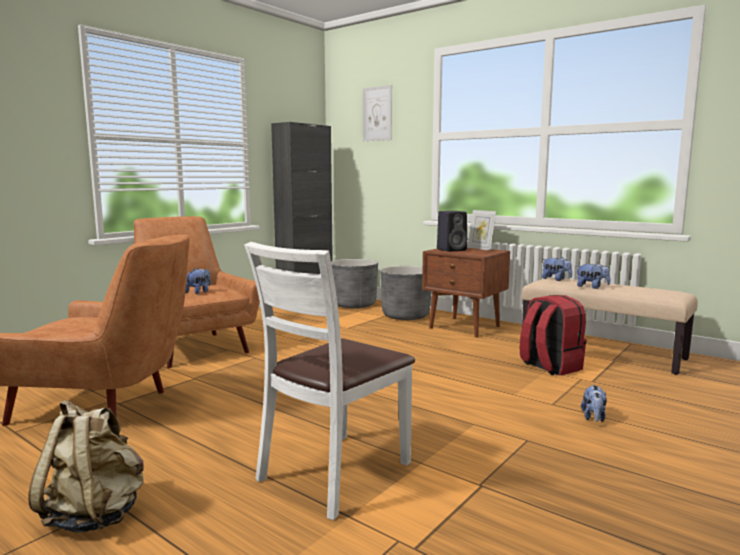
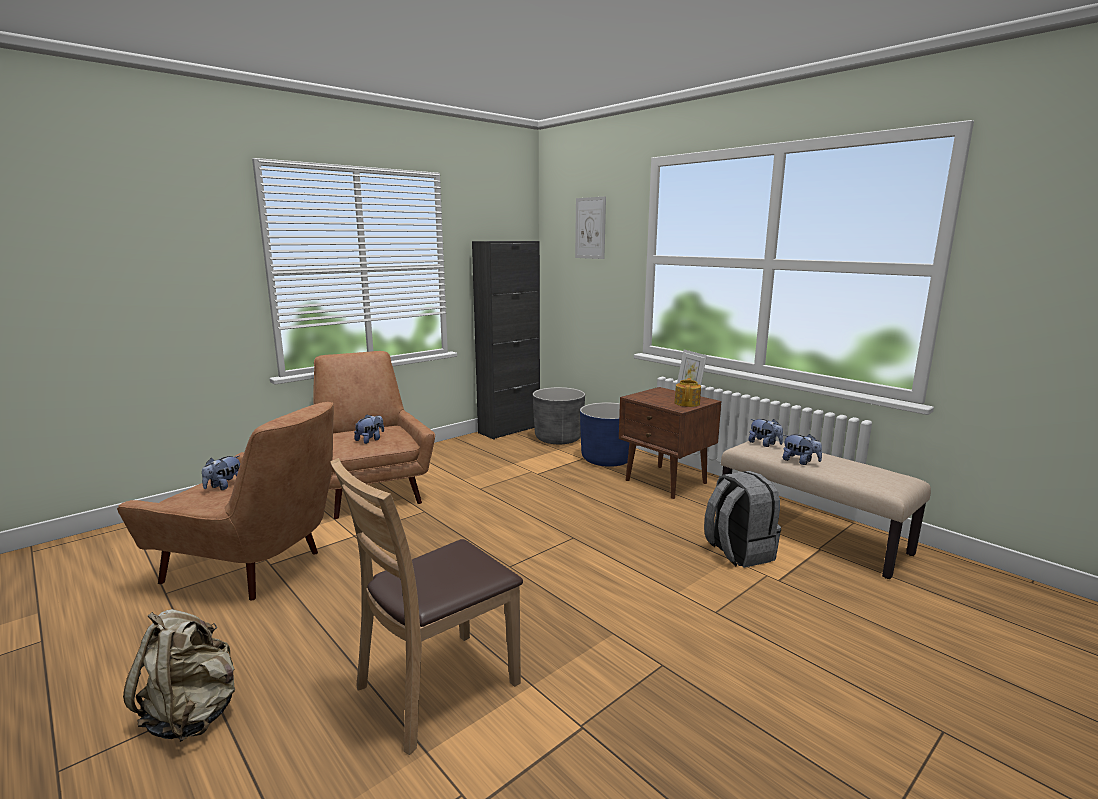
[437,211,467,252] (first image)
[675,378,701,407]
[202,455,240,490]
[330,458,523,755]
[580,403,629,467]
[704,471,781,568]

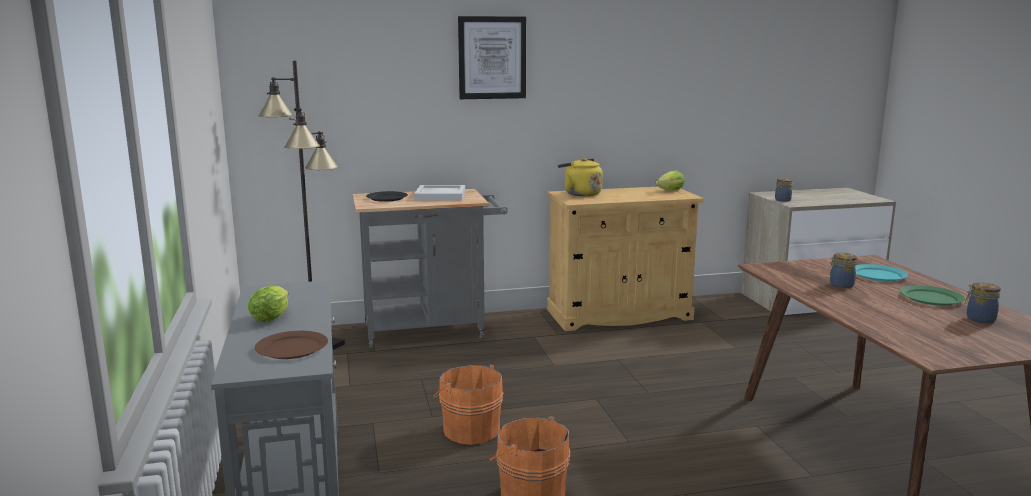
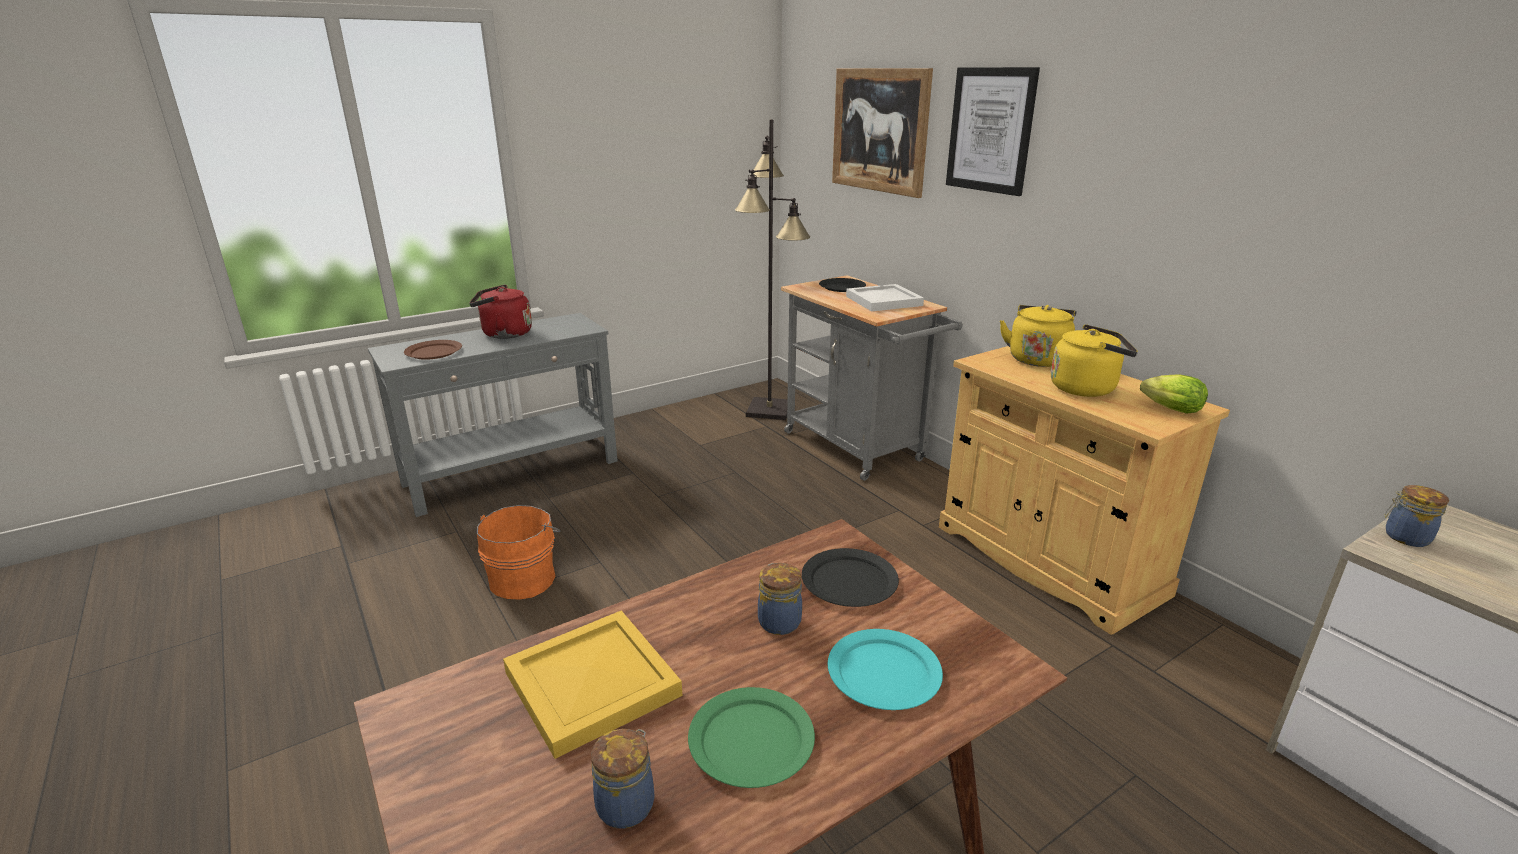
[433,364,504,445] (first image)
[503,610,682,759]
[802,548,899,607]
[832,68,933,198]
[1051,324,1138,397]
[469,284,532,339]

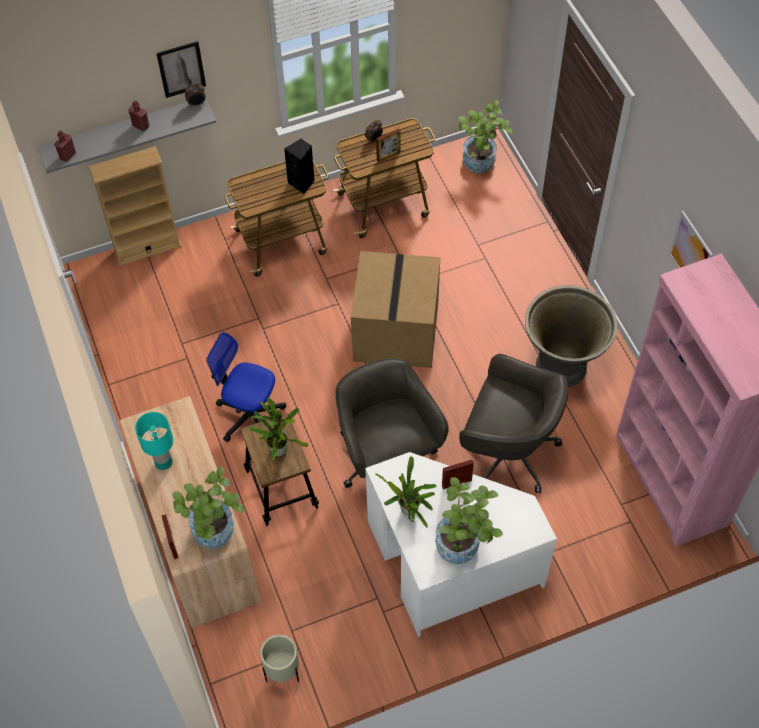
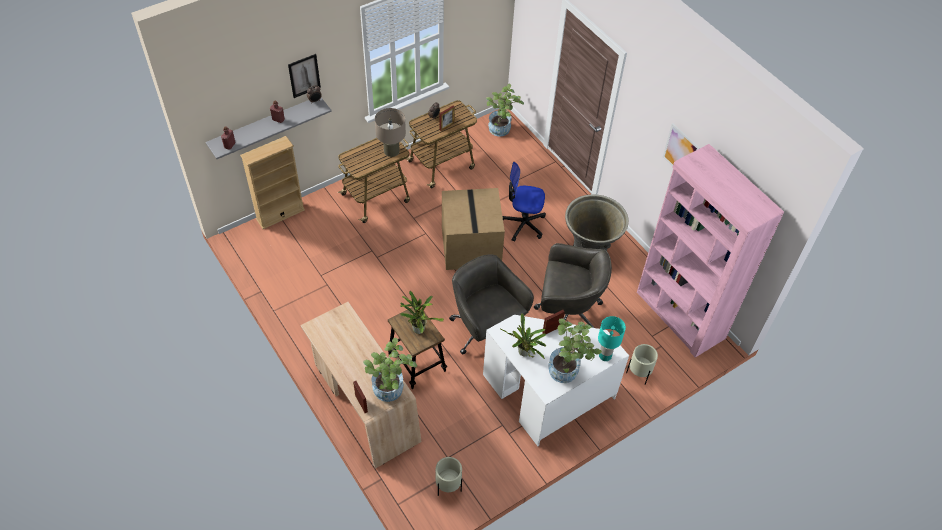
[626,344,658,385]
[598,316,626,361]
[502,162,546,242]
[375,108,406,157]

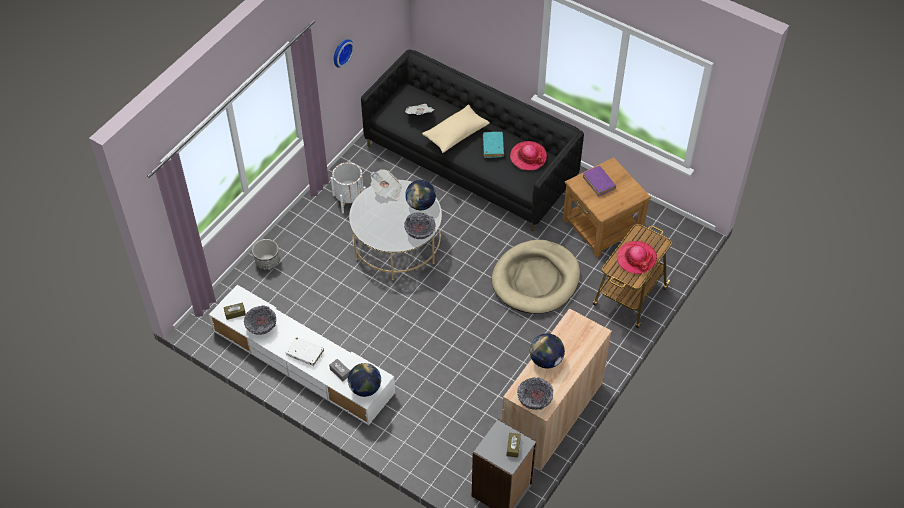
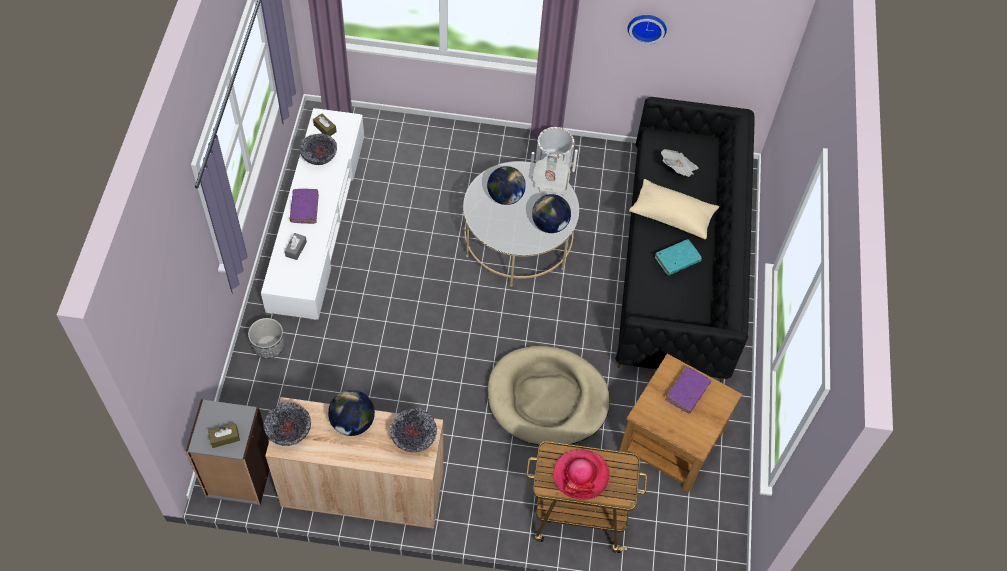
[510,141,547,170] (first image)
[248,318,284,359]
[487,166,526,205]
[390,408,437,452]
[290,189,319,224]

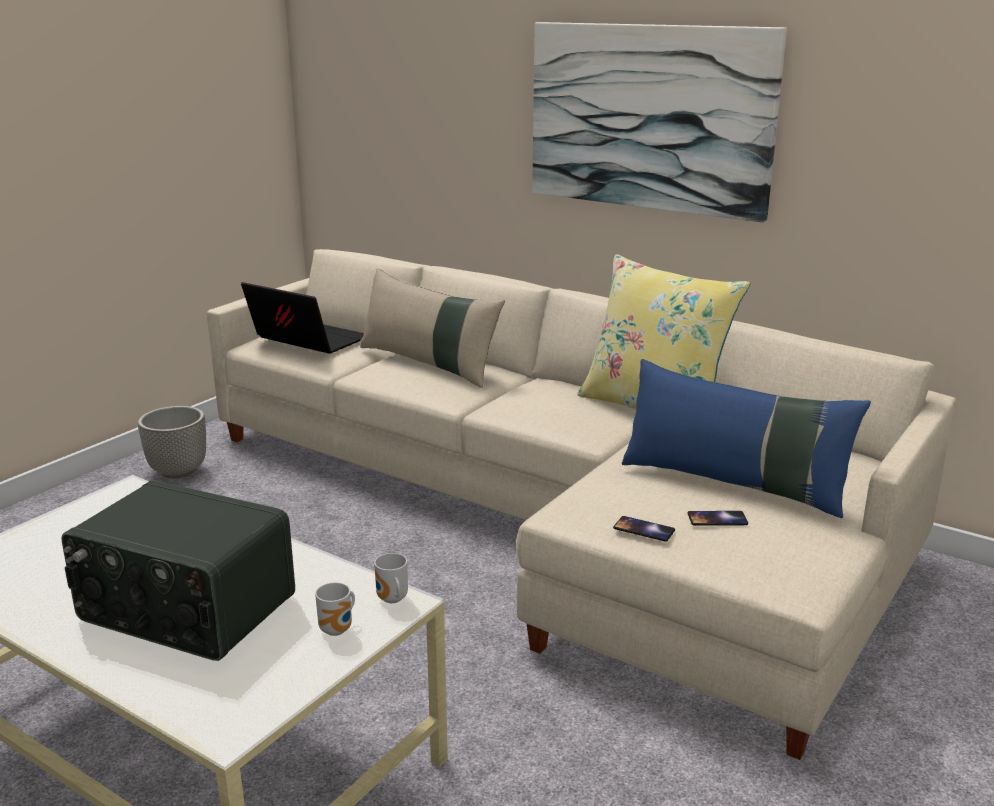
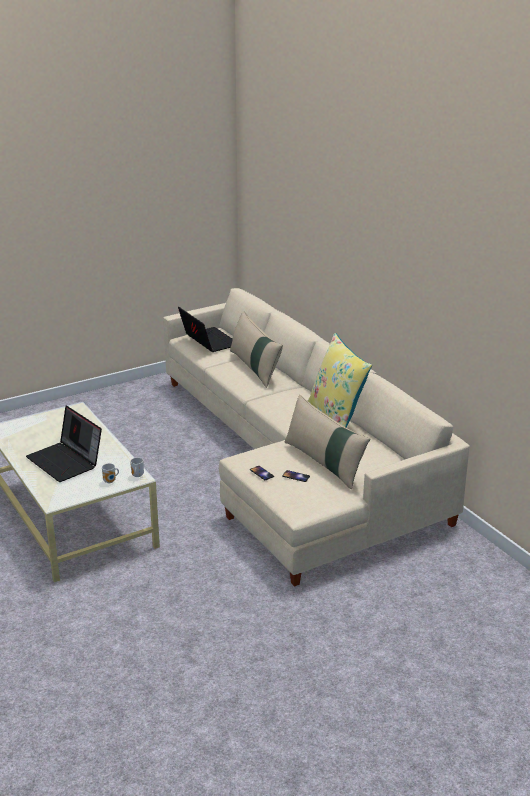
[138,406,206,479] (first image)
[532,22,787,222] (first image)
[26,406,102,482]
[285,395,370,489]

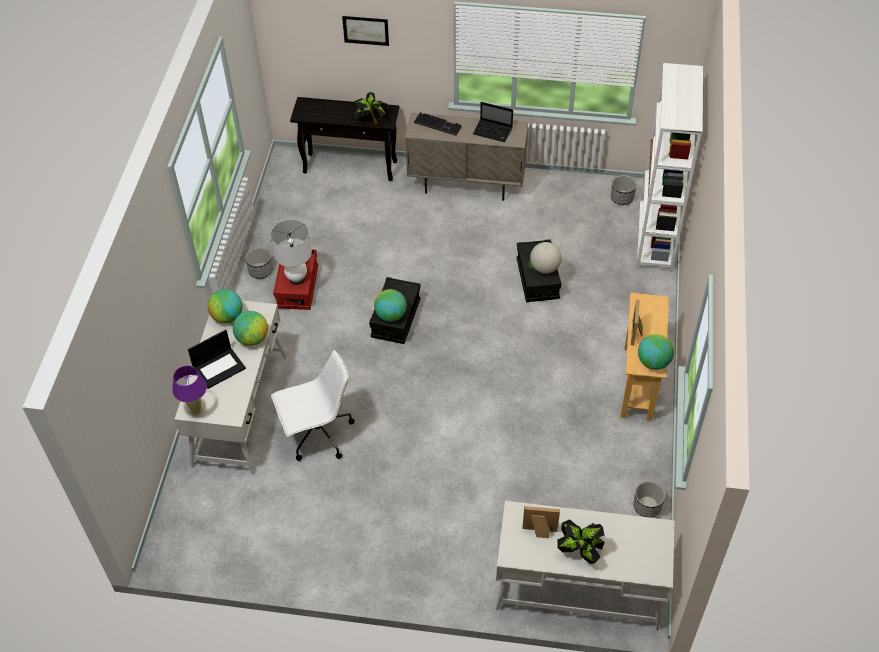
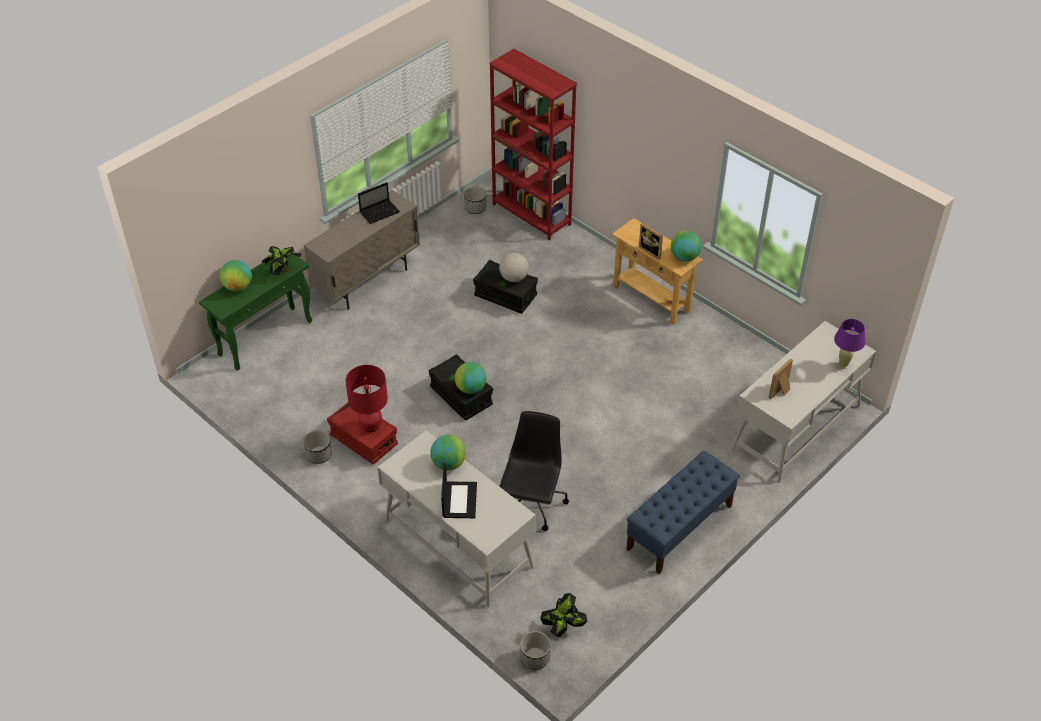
[342,16,389,46] (first image)
[414,112,462,136] (first image)
[626,451,740,574]
[834,319,865,369]
[220,260,252,292]
[540,593,588,637]
[520,631,551,670]
[345,365,388,432]
[499,411,569,531]
[199,254,312,371]
[489,49,577,240]

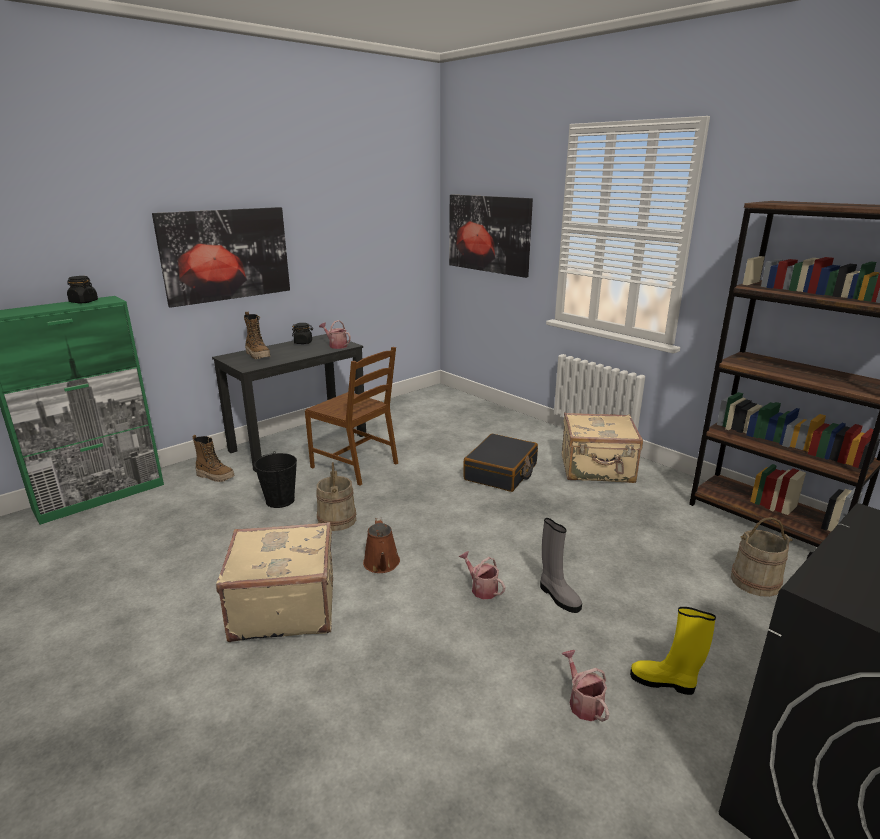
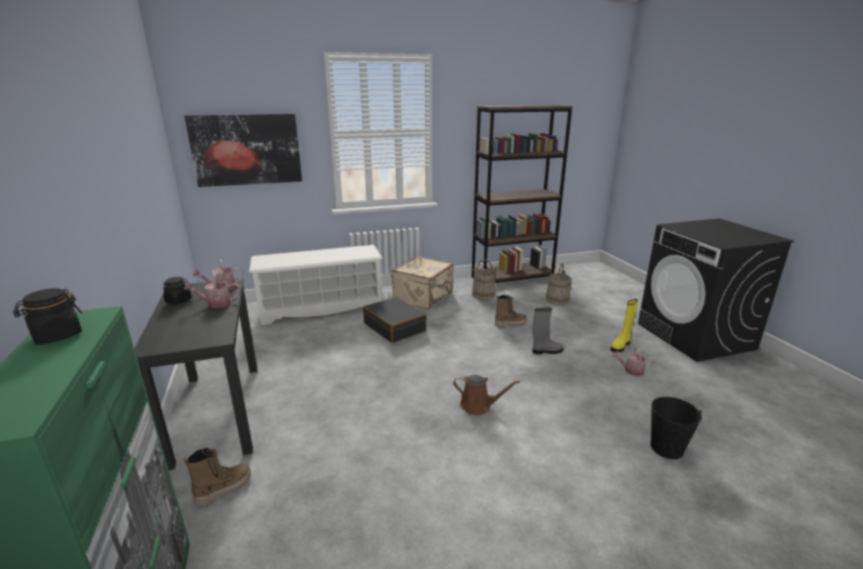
[152,207,290,308] (first image)
[216,522,333,642] (first image)
[305,347,398,485] (first image)
[249,245,383,325]
[495,295,527,327]
[650,397,702,459]
[472,259,497,300]
[184,273,240,308]

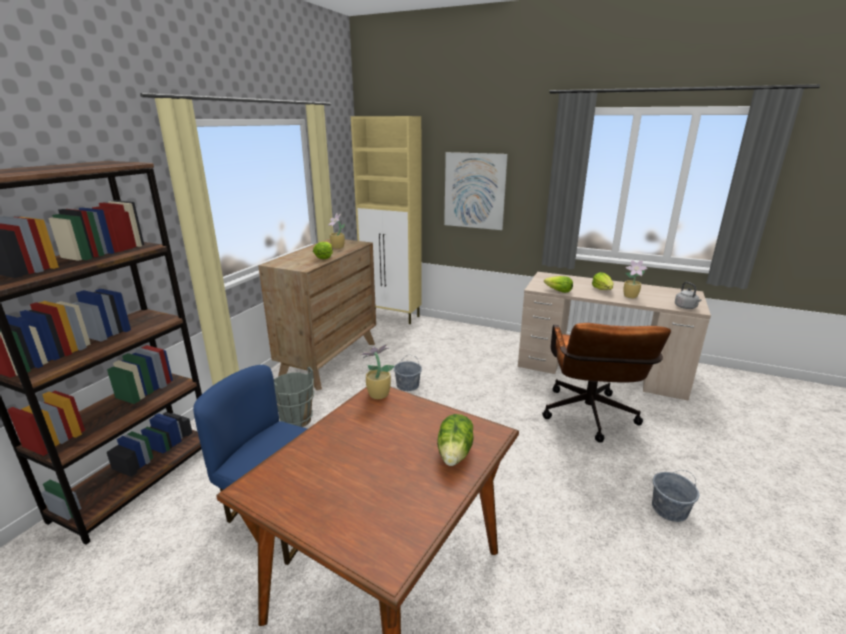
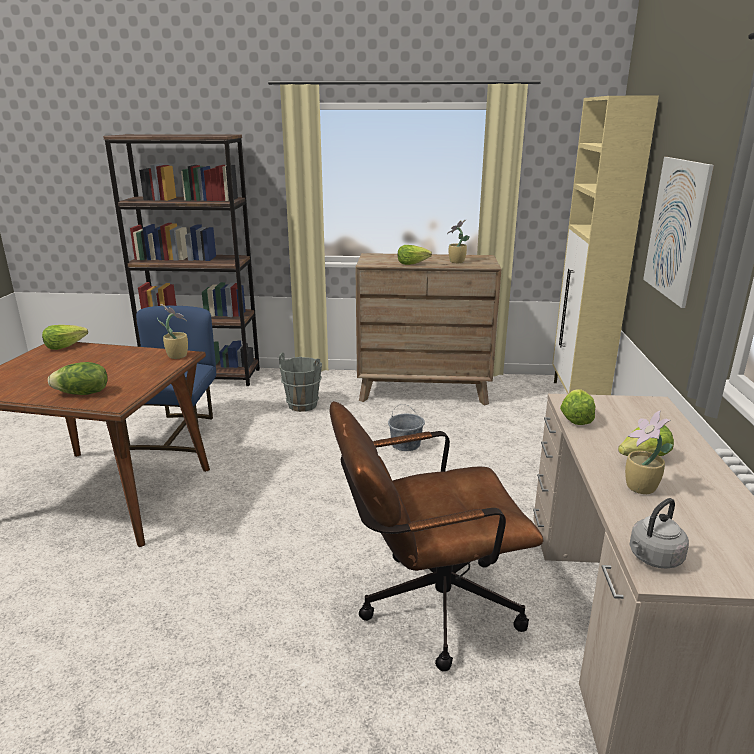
[652,470,699,522] (first image)
[42,325,88,350]

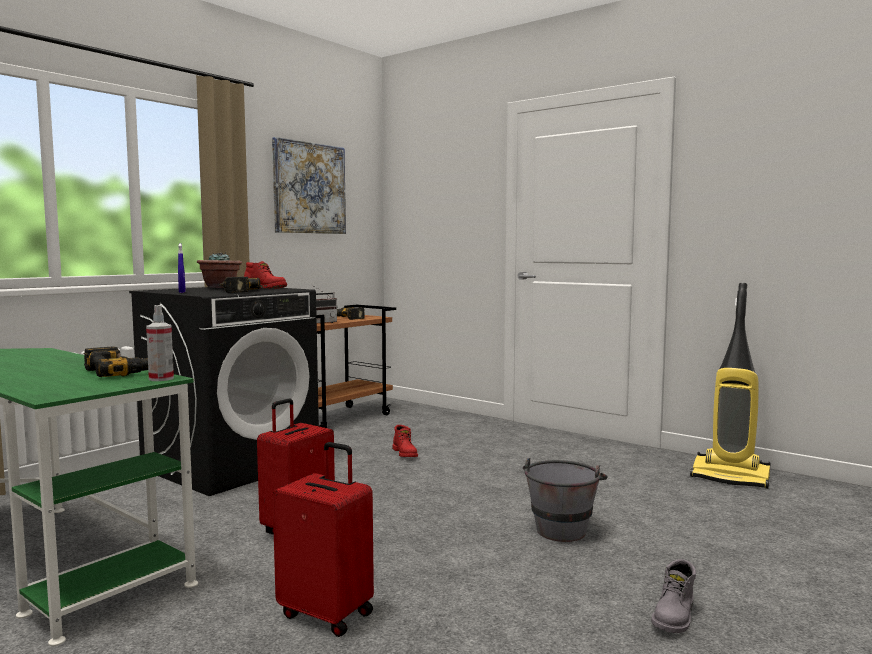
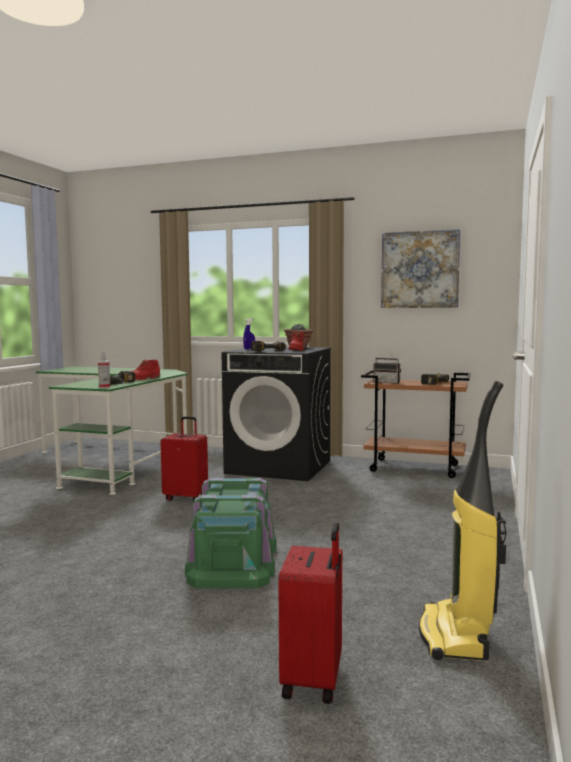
[651,559,696,633] (first image)
[278,523,342,704]
[132,360,160,380]
[185,478,276,588]

